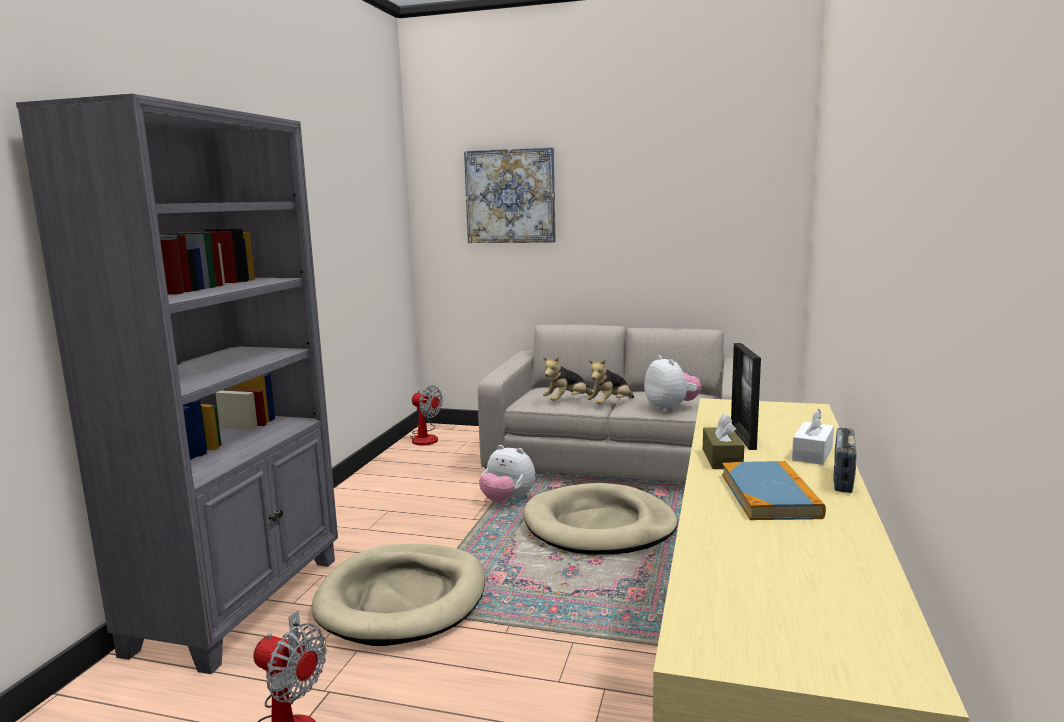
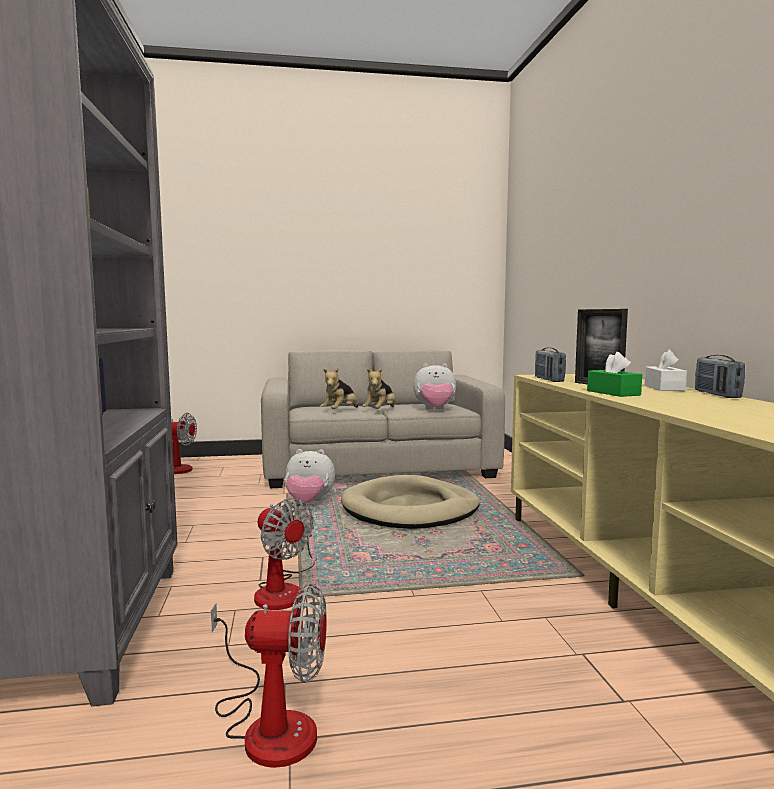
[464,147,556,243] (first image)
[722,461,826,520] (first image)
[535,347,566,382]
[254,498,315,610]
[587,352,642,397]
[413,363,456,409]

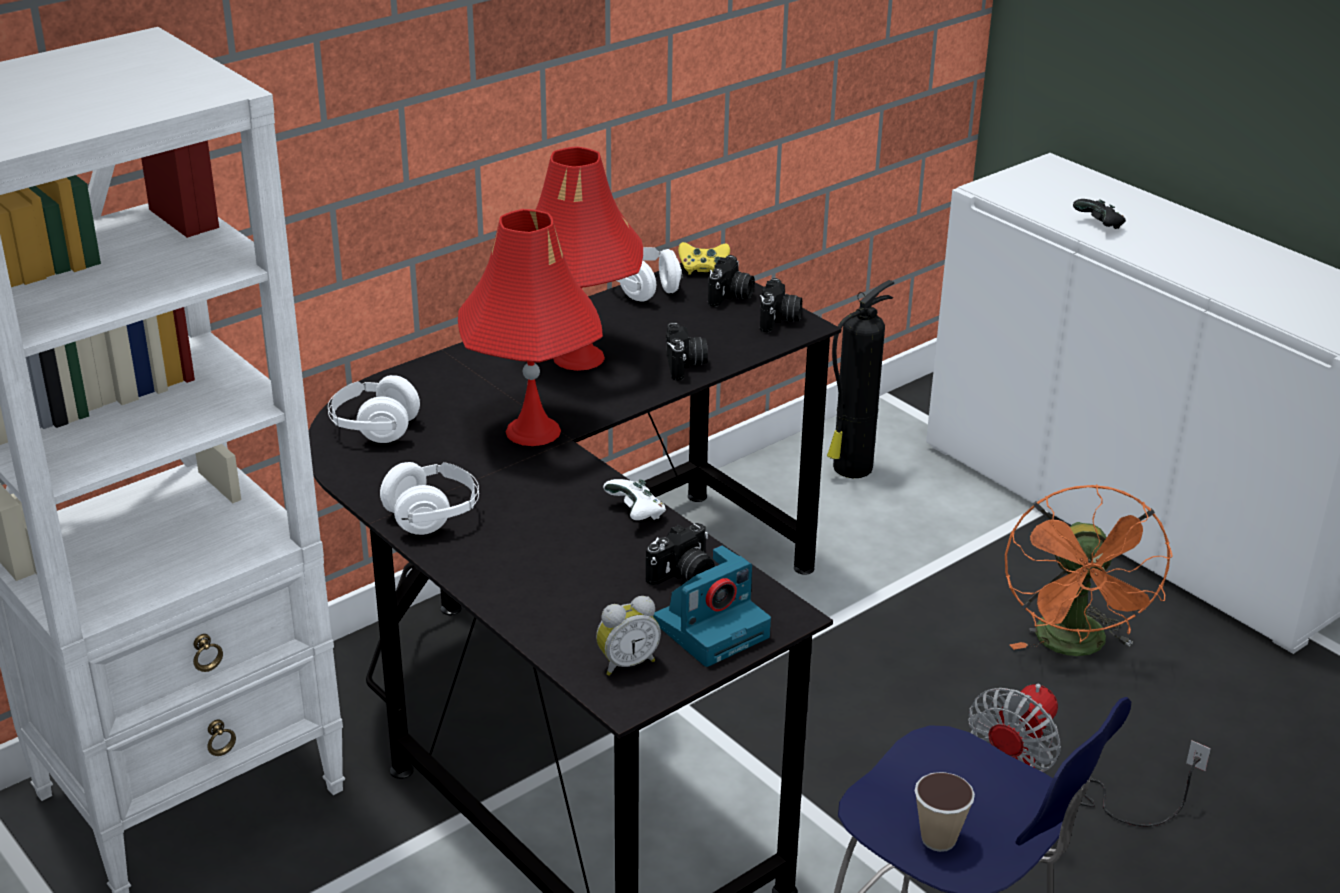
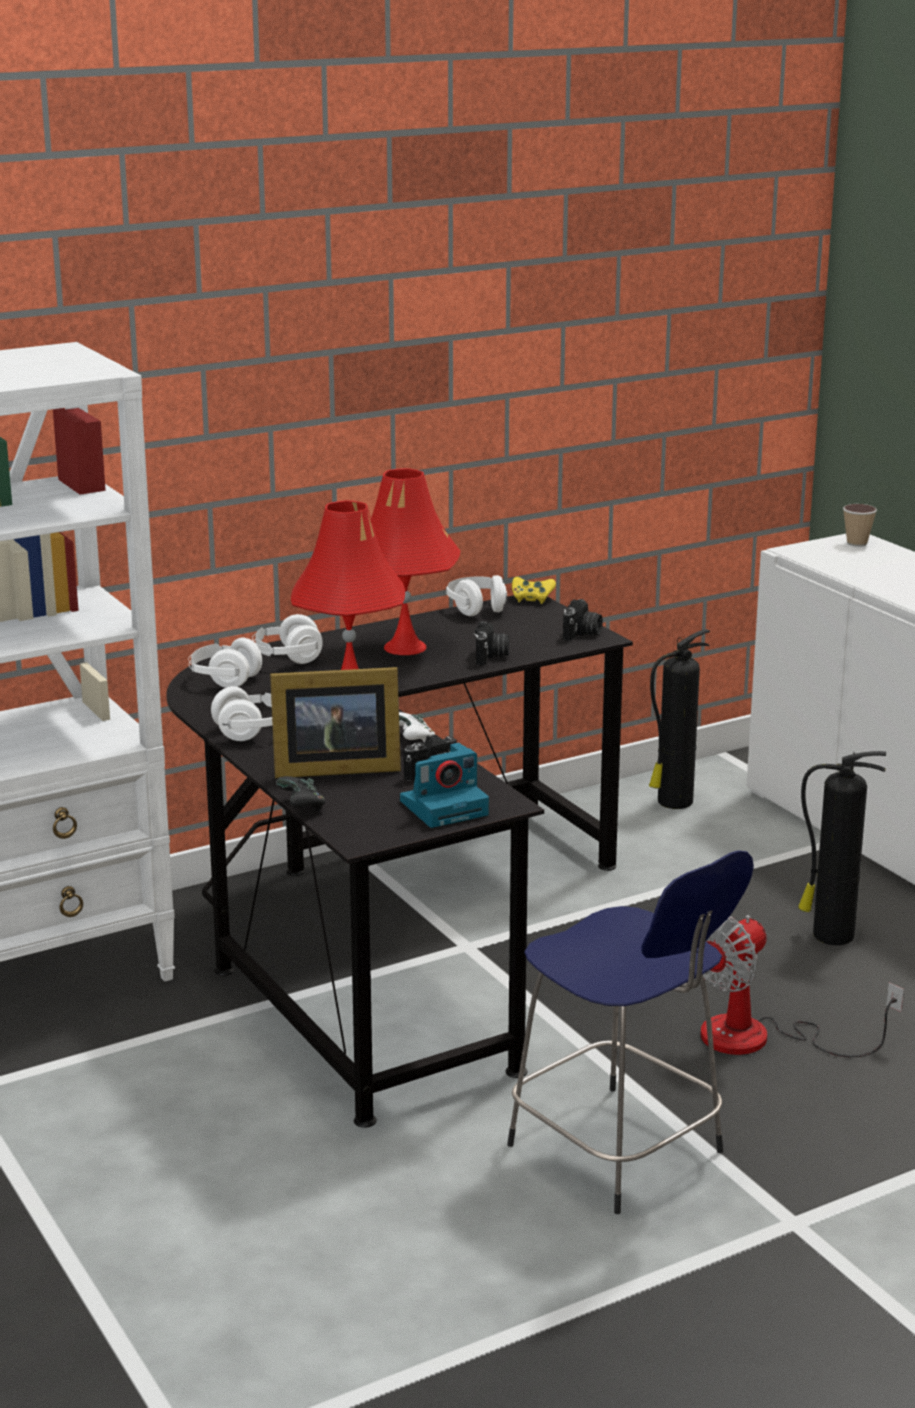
[596,596,661,676] (first image)
[708,255,755,307] (first image)
[252,614,323,664]
[270,667,401,778]
[843,504,877,547]
[276,776,326,811]
[798,751,886,945]

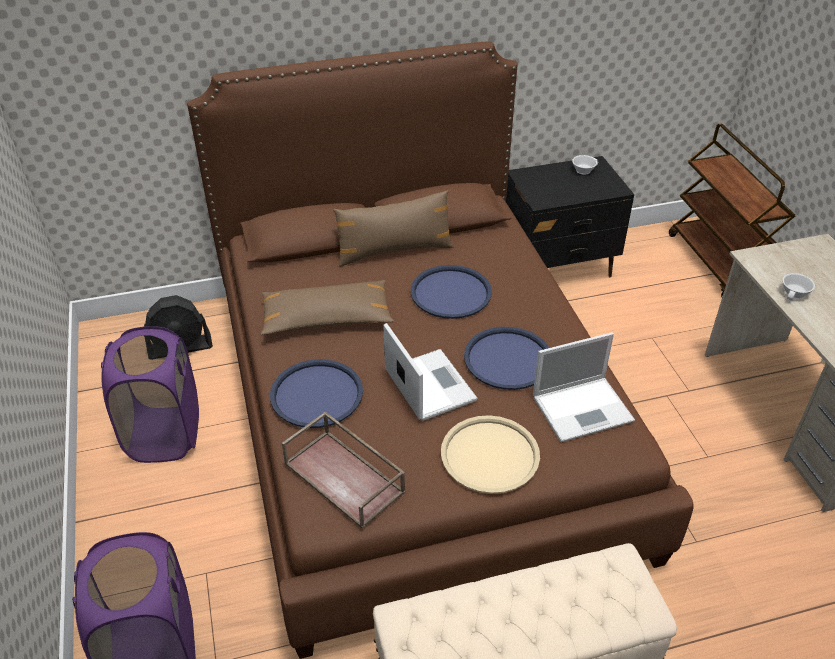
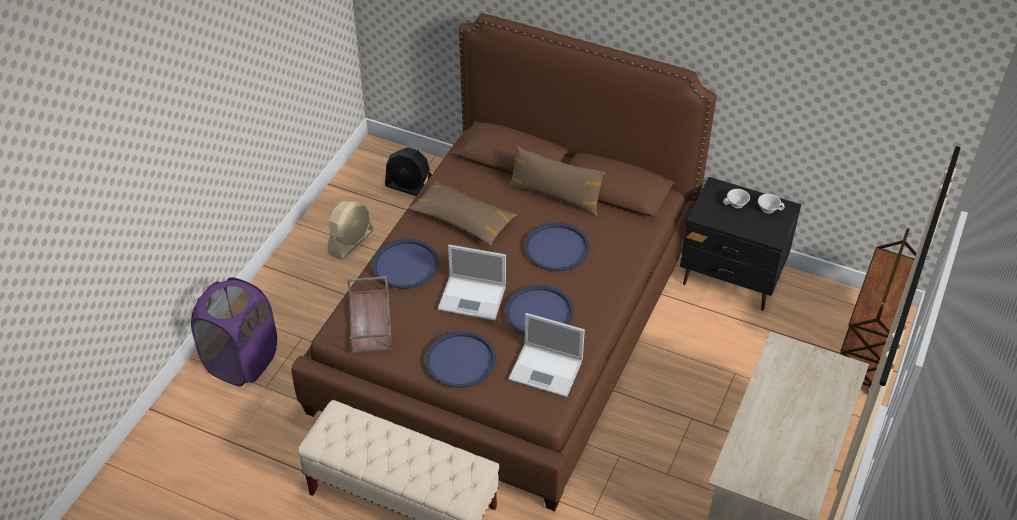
[723,189,750,208]
[328,201,373,260]
[425,331,496,388]
[438,245,506,320]

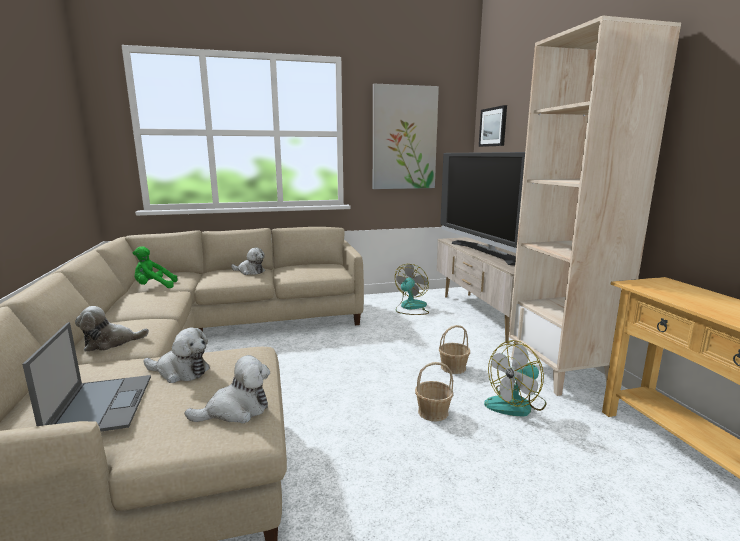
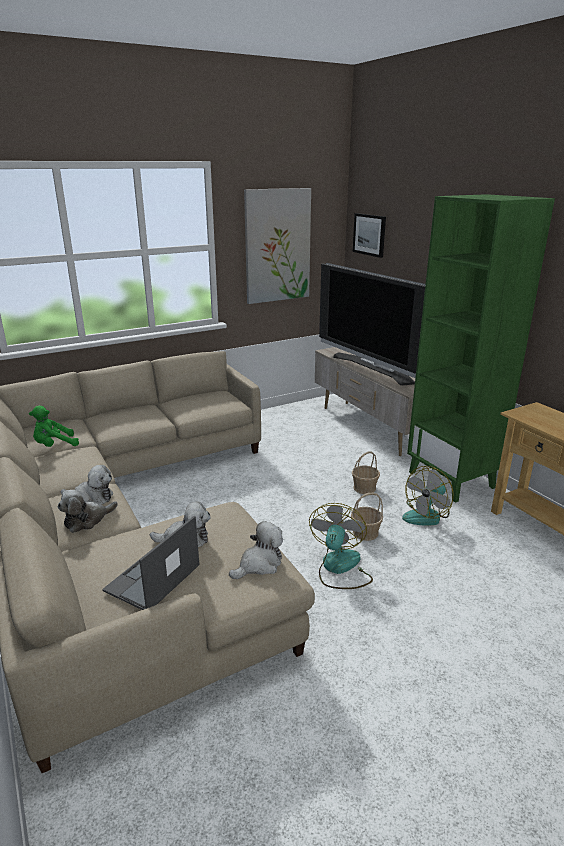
[60,465,113,504]
[309,503,373,589]
[407,194,555,503]
[102,516,199,610]

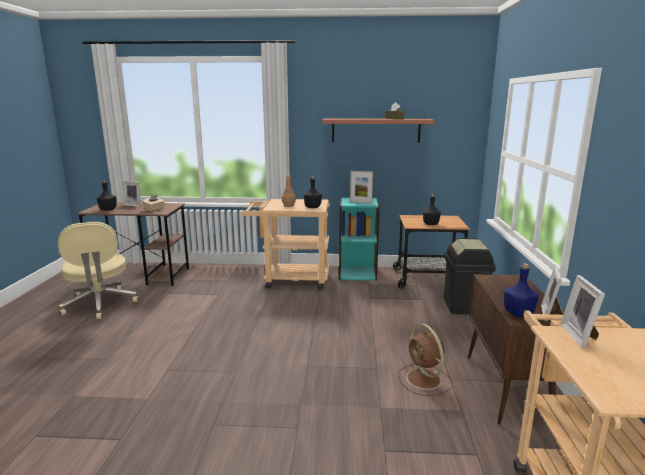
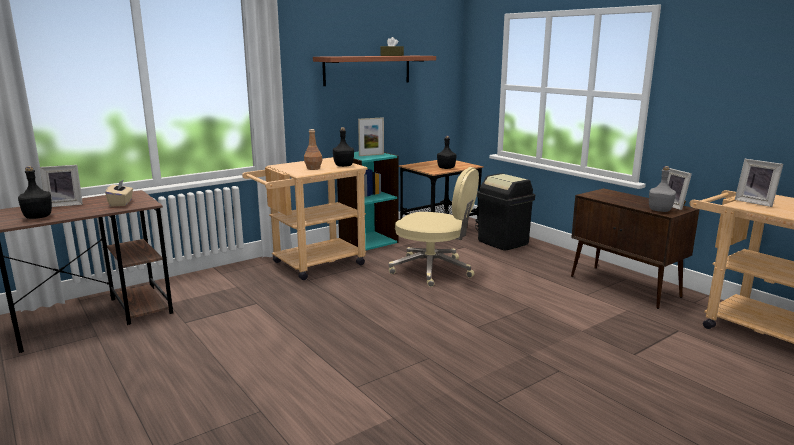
[398,324,453,396] (first image)
[389,167,479,287]
[649,166,676,212]

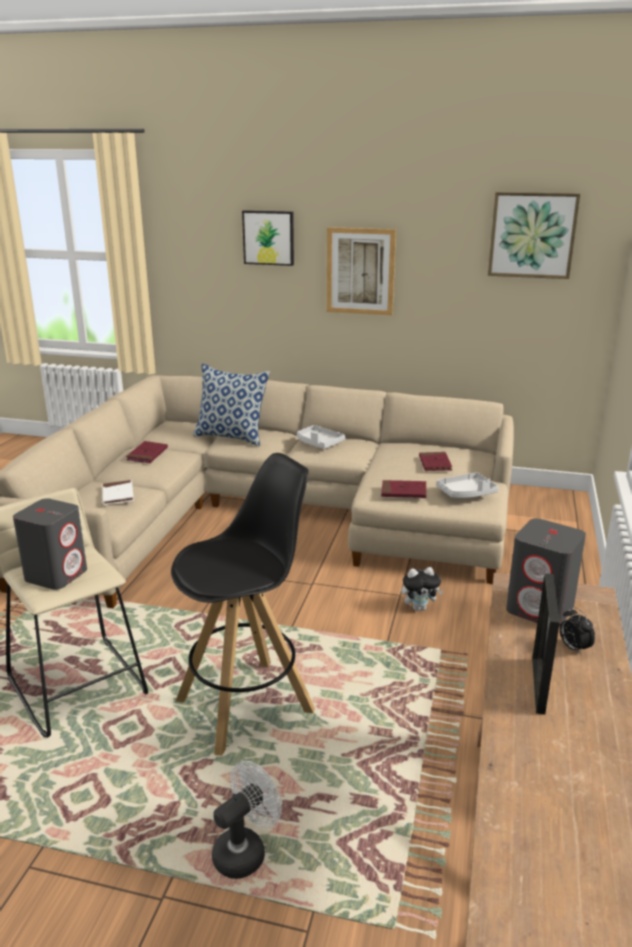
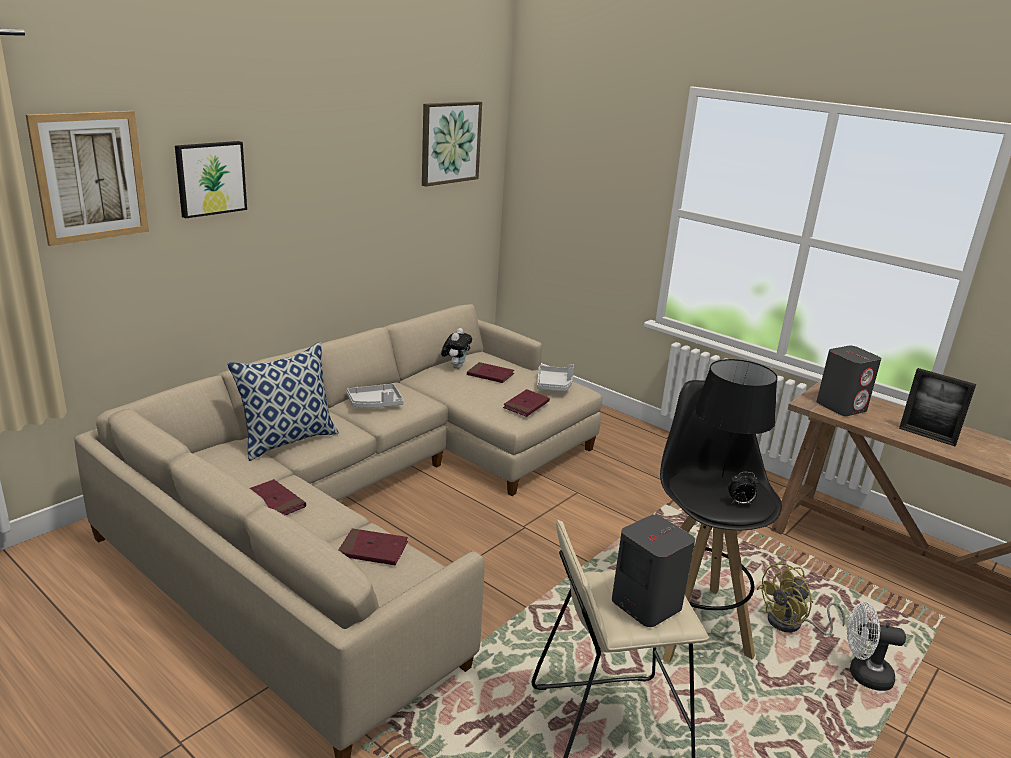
[695,359,778,477]
[757,562,845,636]
[26,111,149,246]
[441,328,472,369]
[728,472,759,504]
[338,528,408,565]
[847,602,906,691]

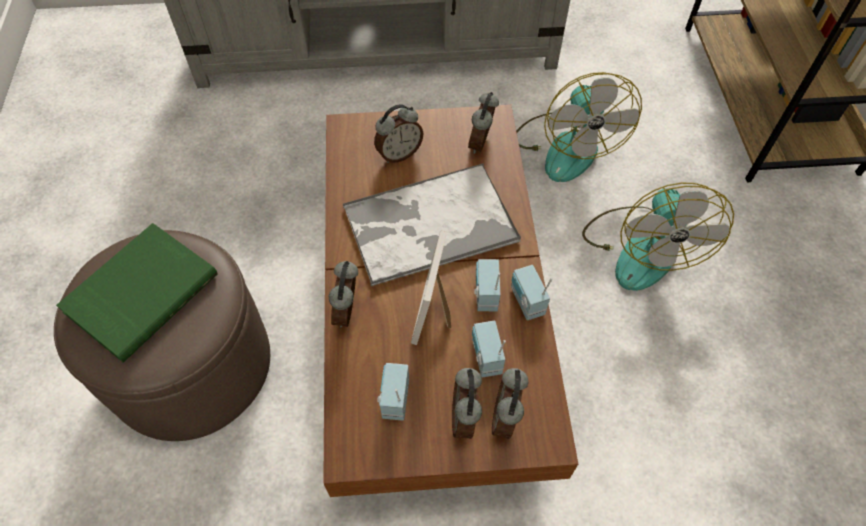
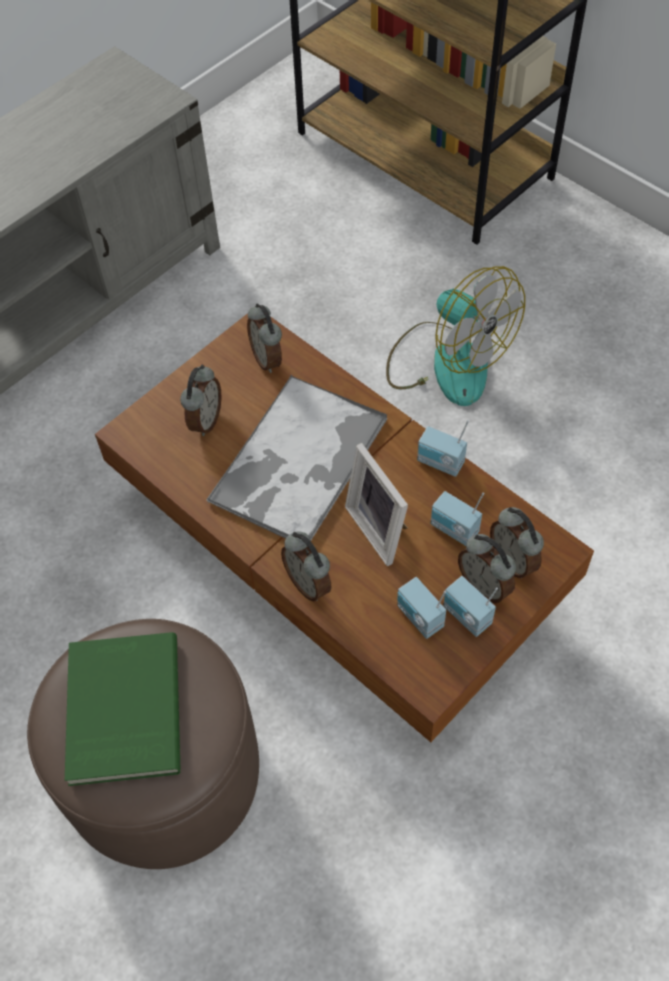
[516,72,642,182] (first image)
[443,576,498,637]

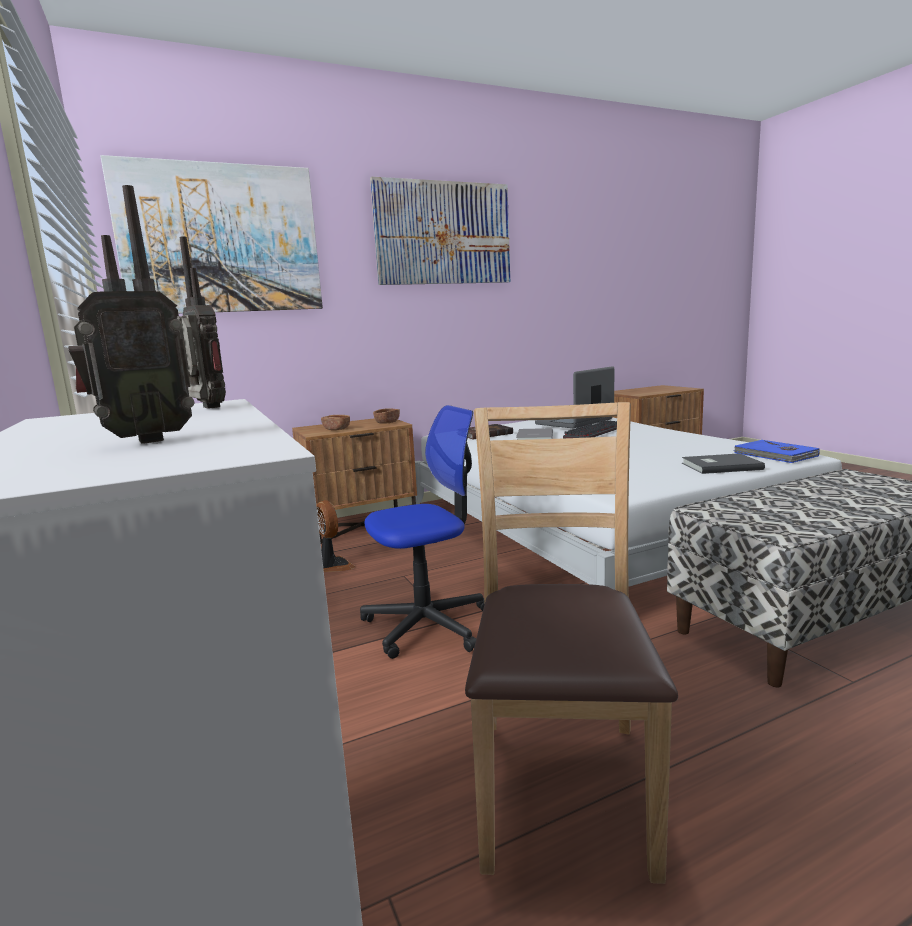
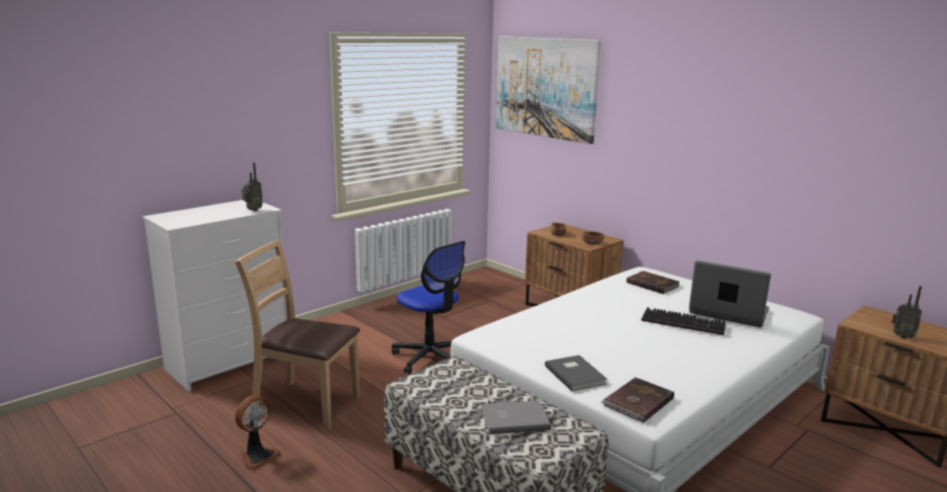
[370,177,510,285] (first image)
[891,286,922,339]
[235,395,281,471]
[481,400,551,434]
[600,377,674,423]
[235,240,360,431]

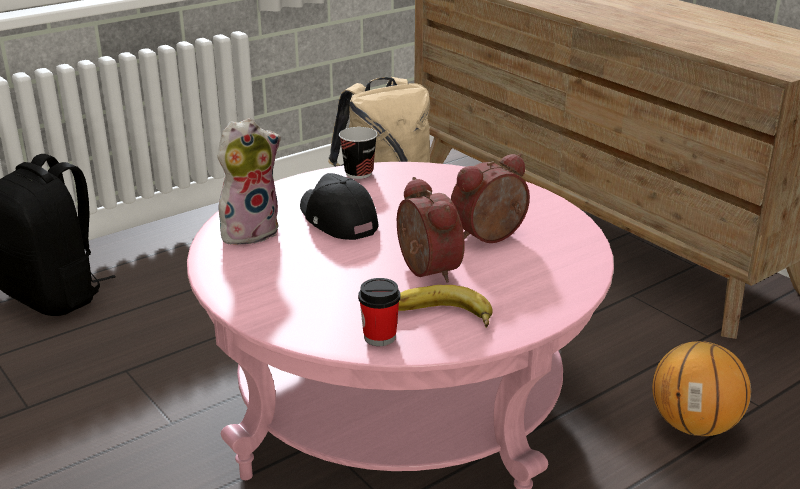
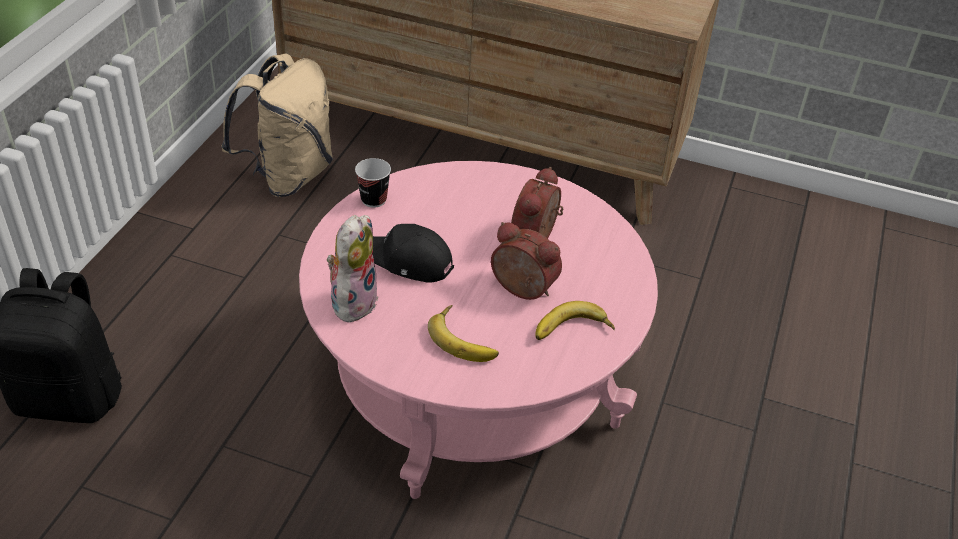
[358,278,401,346] (first image)
[652,341,751,436] (first image)
[428,305,499,362]

